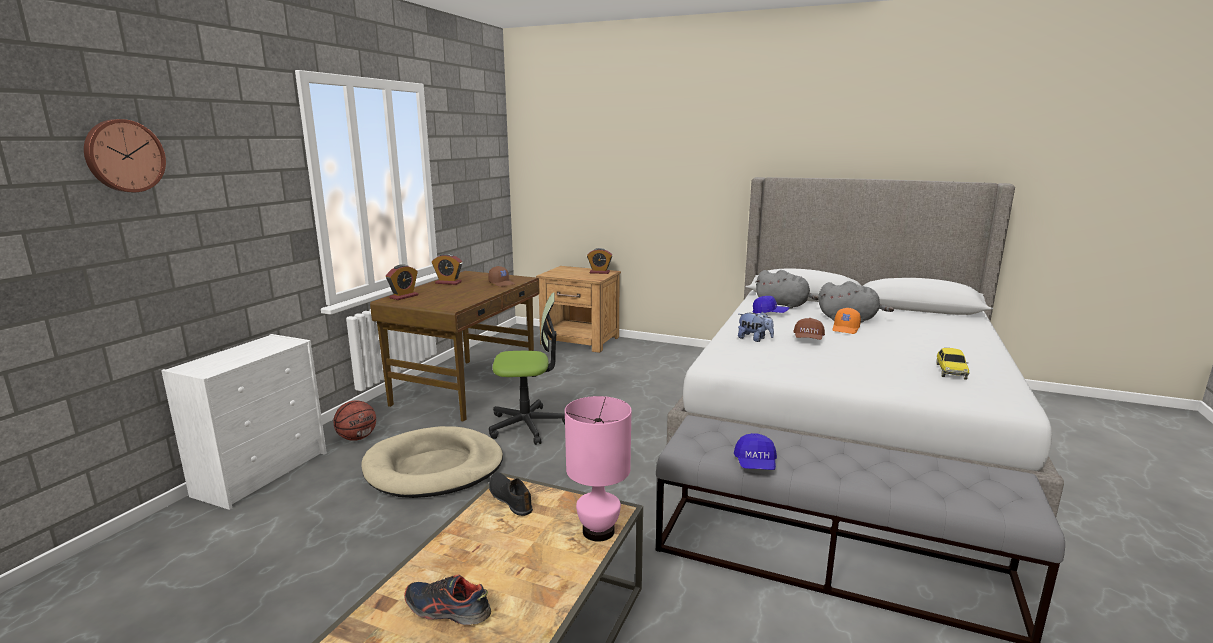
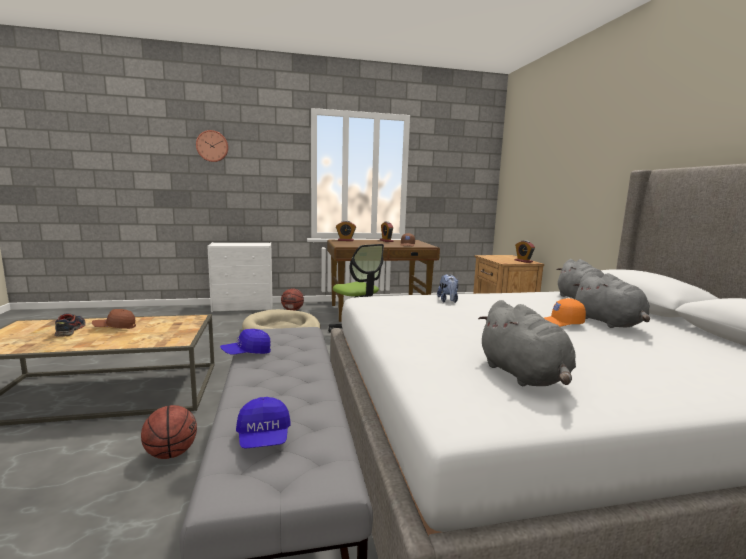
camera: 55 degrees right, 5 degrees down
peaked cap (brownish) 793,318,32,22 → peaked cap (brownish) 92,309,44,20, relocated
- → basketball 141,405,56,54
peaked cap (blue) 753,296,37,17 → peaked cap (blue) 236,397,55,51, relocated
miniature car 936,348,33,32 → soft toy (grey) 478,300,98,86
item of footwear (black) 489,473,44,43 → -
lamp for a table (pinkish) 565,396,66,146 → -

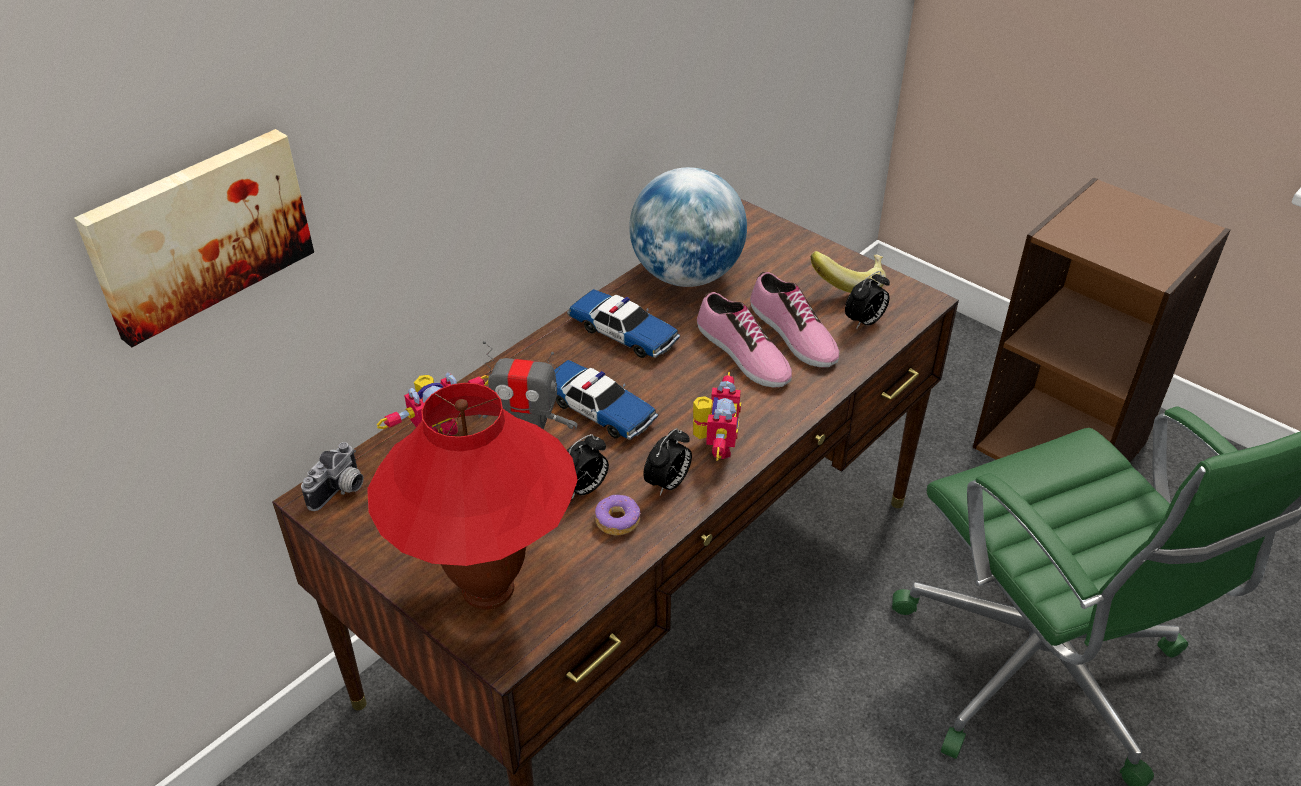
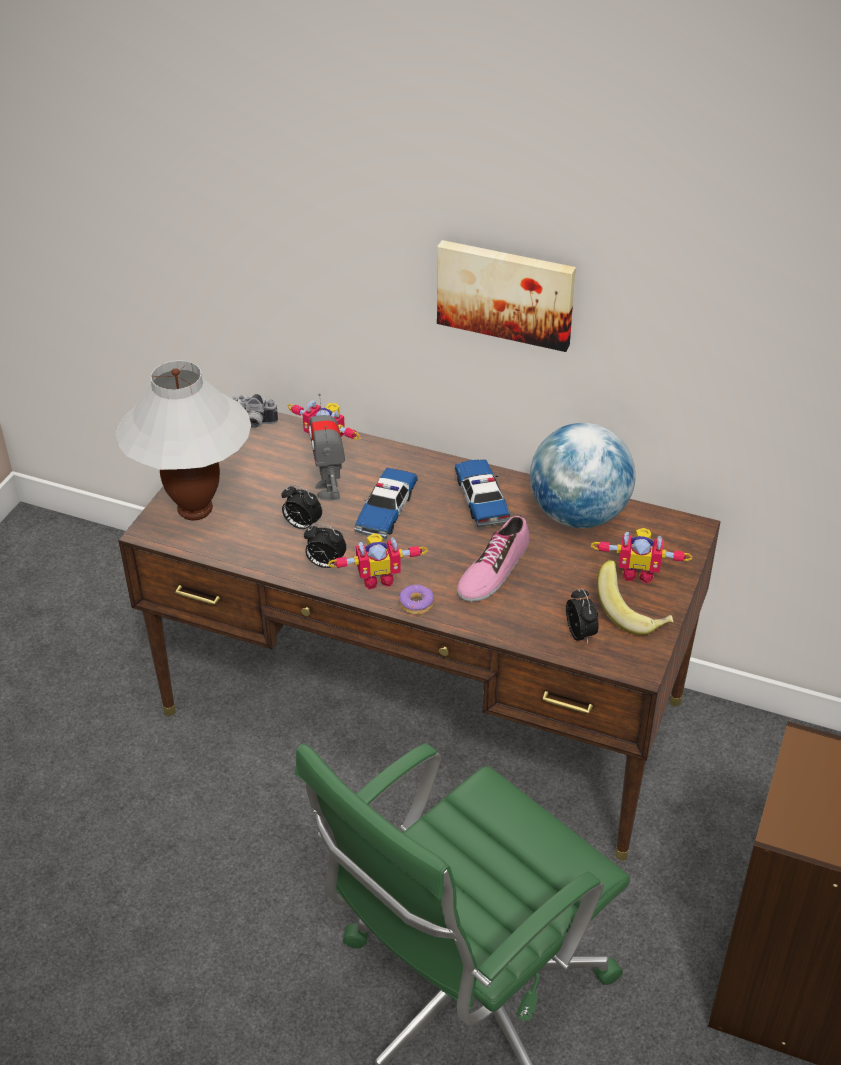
camera: 70 degrees right, 0 degrees up
lamp for a table (red-coloured) 367,383,211,227 → lamp for a table (white) 116,360,135,160
donut 595,495,46,41 → donut 399,585,35,30, relocated
picture 74,129,240,218 → picture 437,240,139,112, relocated
miniature car 567,289,113,69 → miniature car 454,459,57,68, 150 degrees clockwise
bedside clock 845,271,45,59 → bedside clock 566,588,33,56, 135 degrees counterclockwise
- → robot figure 591,528,102,56
item of footwear 750,272,89,95 → -

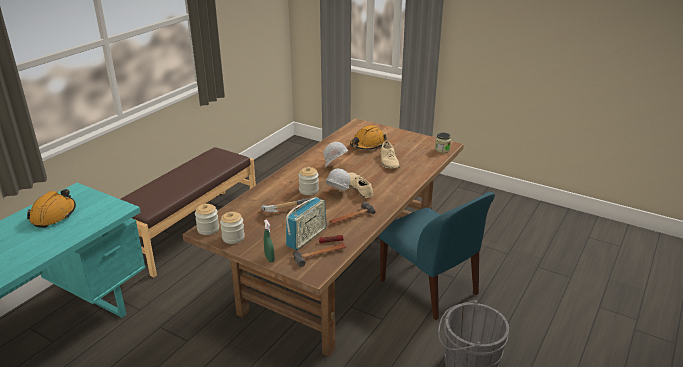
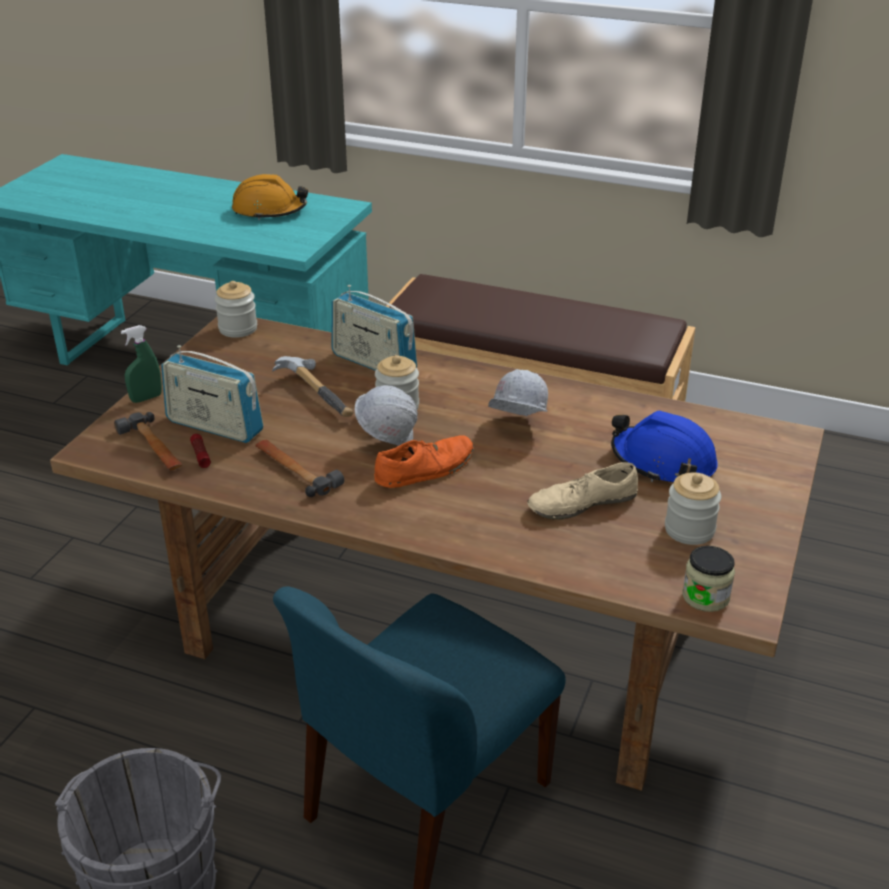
camera: 80 degrees right, 5 degrees up
- → radio 331,285,86,86
item of footwear (sand-coloured) 348,172,25,26 → item of footwear (orange-coloured) 374,435,100,53
work helmet (orange-coloured) 350,125,37,25 → work helmet (blue) 611,411,106,71
jar 220,212,25,32 → jar 665,472,56,73, relocated

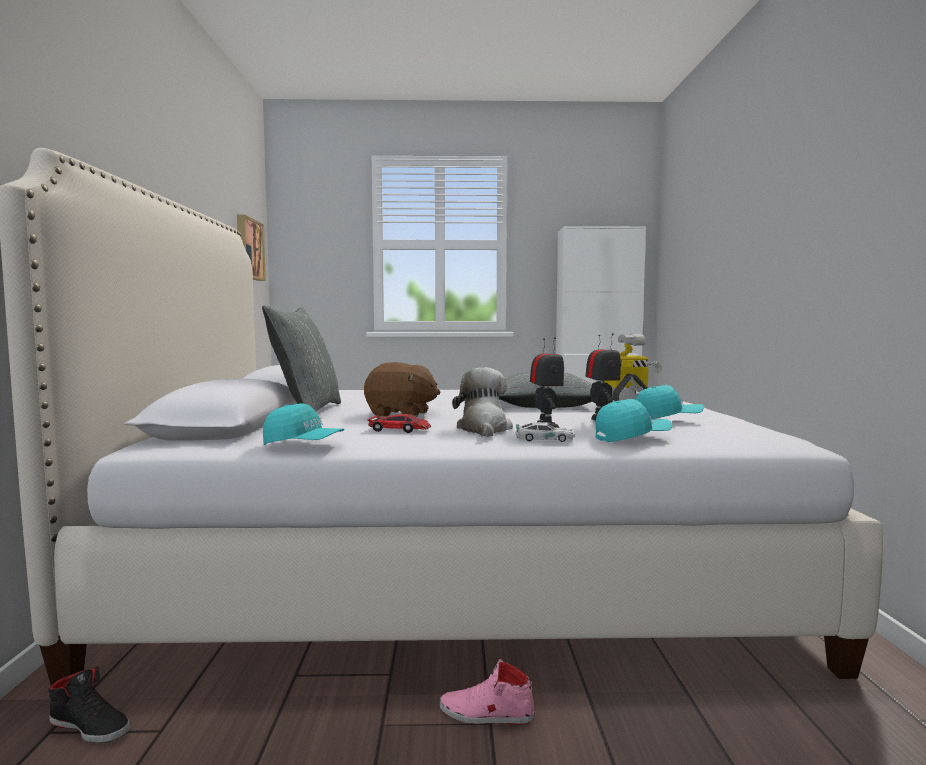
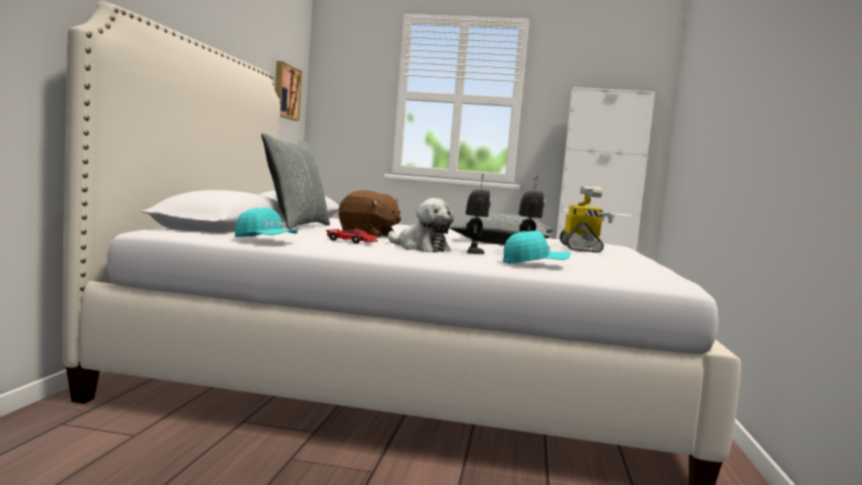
camera: 10 degrees right, 0 degrees up
soft toy 452,367,61,70 → soft toy 388,198,66,54, 120 degrees clockwise
item of footwear (black) 48,666,82,77 → -
item of footwear (pinkish) 439,659,96,66 → -
miniature car 515,422,60,20 → -
peaked cap (blue-green) 635,385,69,34 → -

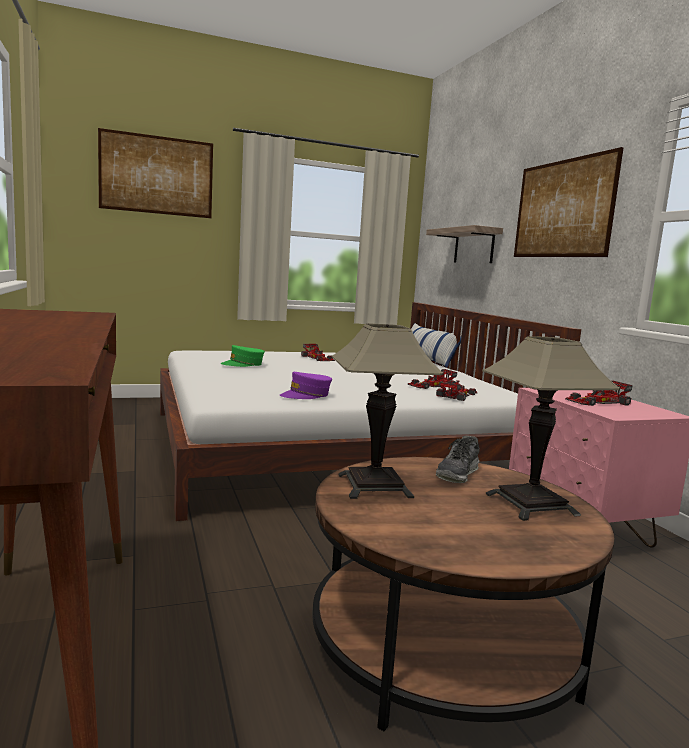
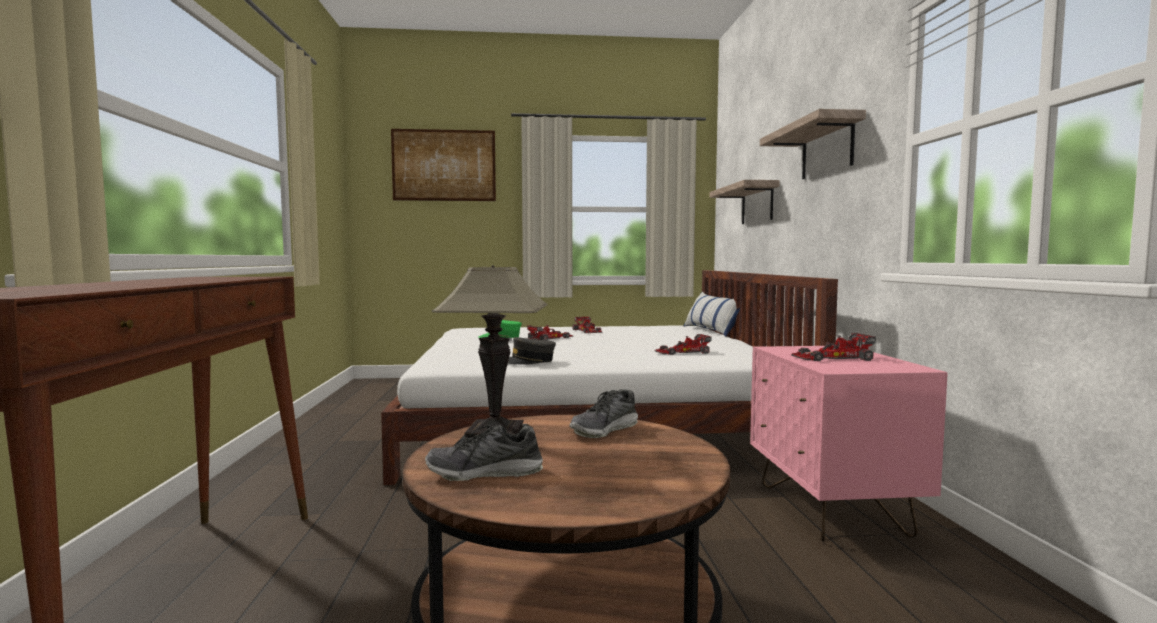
camera: 15 degrees right, 5 degrees down
- → item of footwear 425,425,118,56
peaked cap (purple) 280,372,52,27 → peaked cap (grey) 508,337,48,28
miniature car 436,380,42,21 → miniature car 527,325,46,15, relocated
picture 514,147,109,110 → wall shelf 760,109,106,70
lamp for a table 482,336,138,185 → -

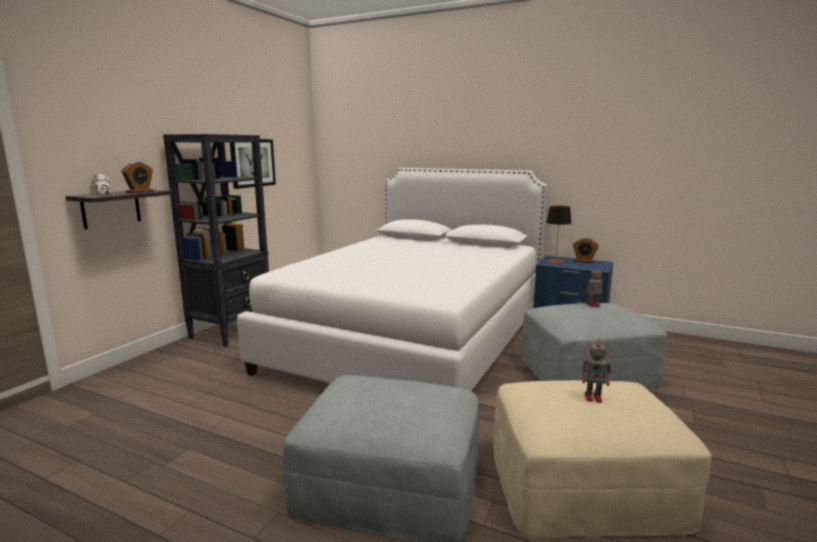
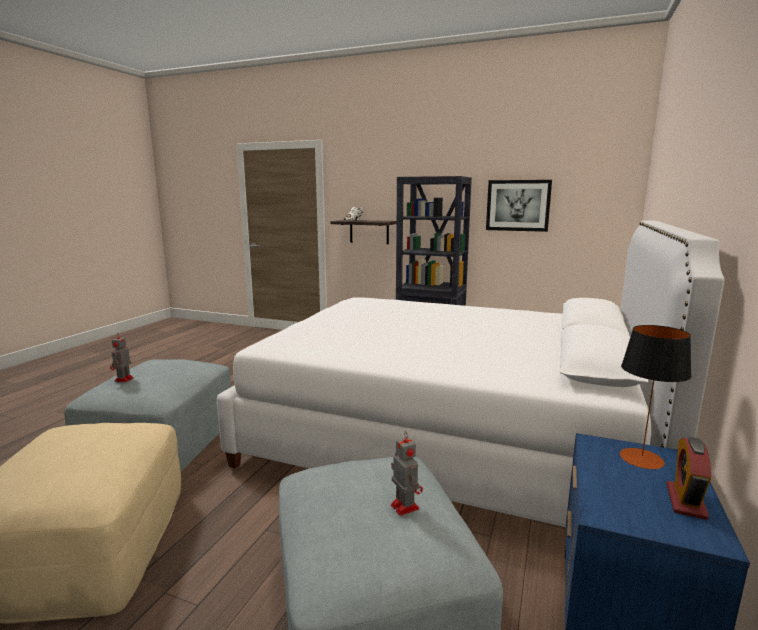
camera: 85 degrees right, 0 degrees up
robot figure 582,339,29,64 → robot figure 110,333,24,49, relocated
bedside clock 121,162,33,31 → -

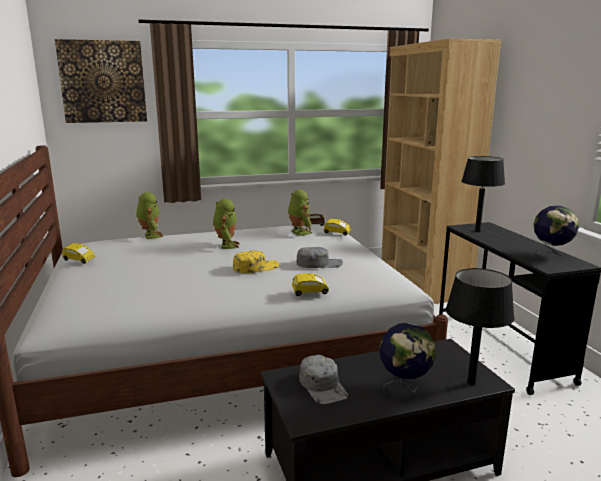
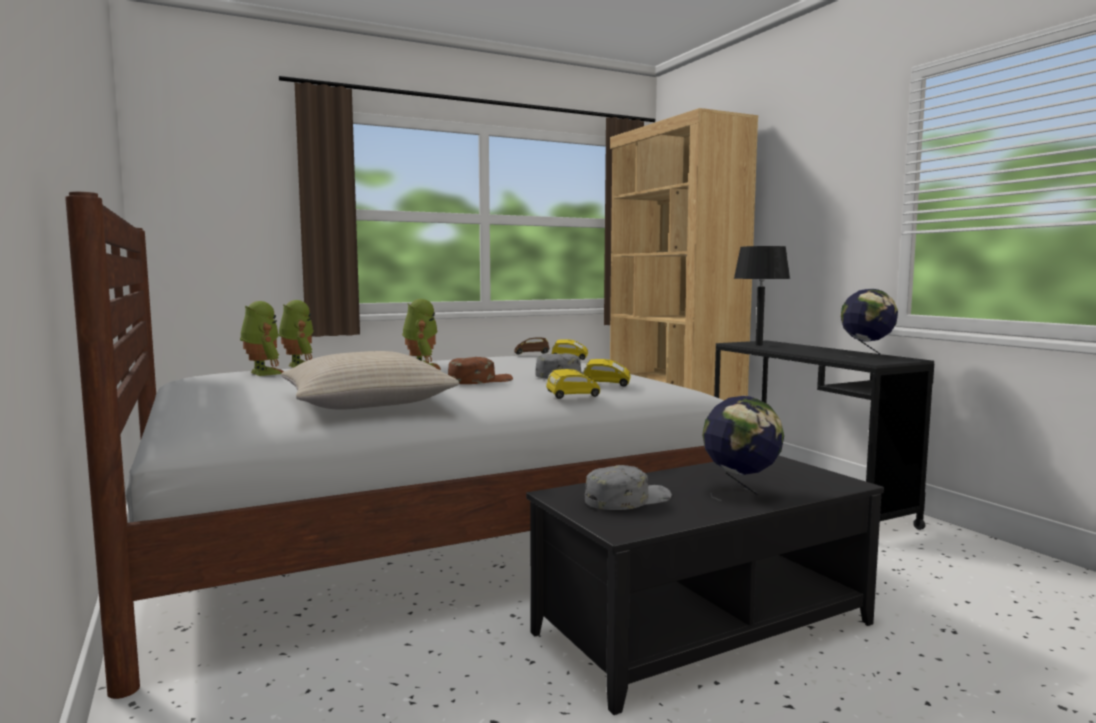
camera: 10 degrees left, 10 degrees down
robot figure 288,190,24,46 → robot figure 240,301,44,75, relocated
- → pillow (sand-coloured) 281,351,178,59
peaked cap (yellowish) 233,250,46,23 → peaked cap (brownish) 448,357,65,27
miniature car (yellowish) 62,243,33,21 → miniature car (yellowish) 584,359,47,28, relocated
peaked cap (grey) 299,355,49,49 → peaked cap (grey) 585,465,87,45, 90 degrees counterclockwise
picture 55,39,92,84 → -
lamp for a table (black) 446,268,69,117 → -

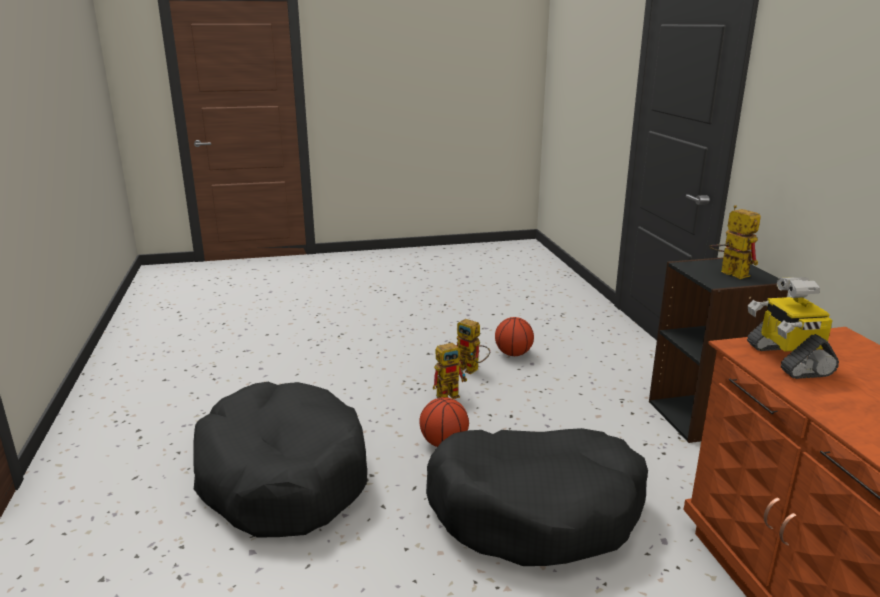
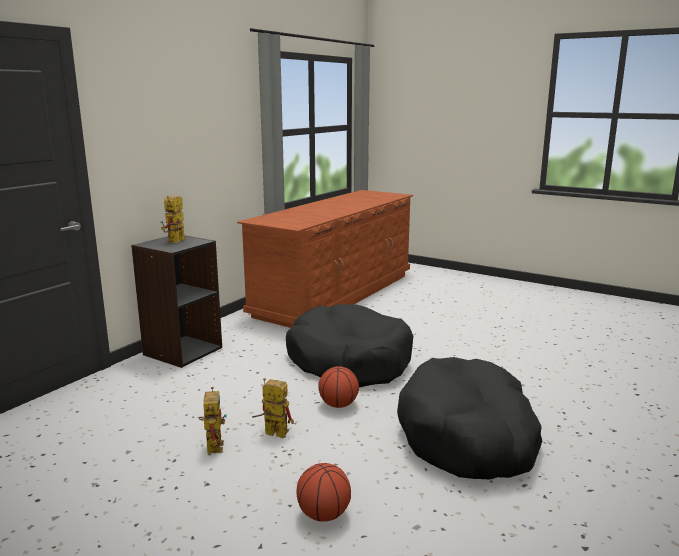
camera: 135 degrees left, 5 degrees down
basketball 495,317,39,39 → basketball 297,463,54,59, relocated
robot figure 747,277,92,102 → -

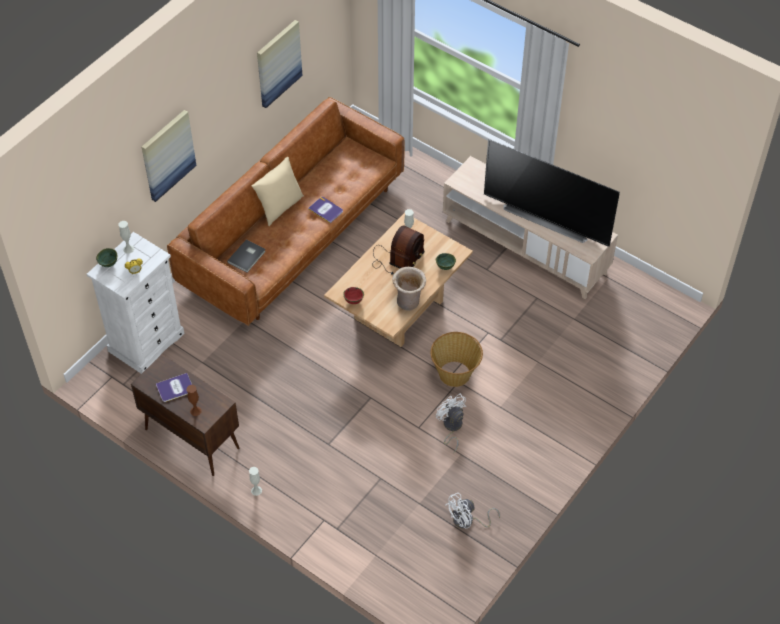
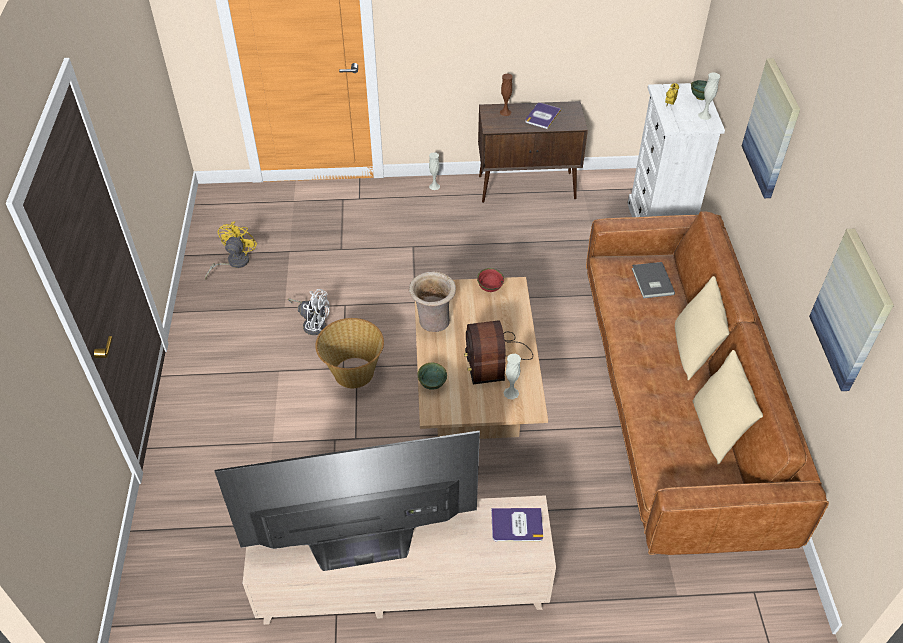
camera: 140 degrees right, 5 degrees down
fan (white) 445,493,55,35 → fan (yellowish) 205,222,52,57
bound book 308,197,35,26 → bound book 491,508,52,34, relocated
- → pillow (sand-coloured) 693,350,70,115

